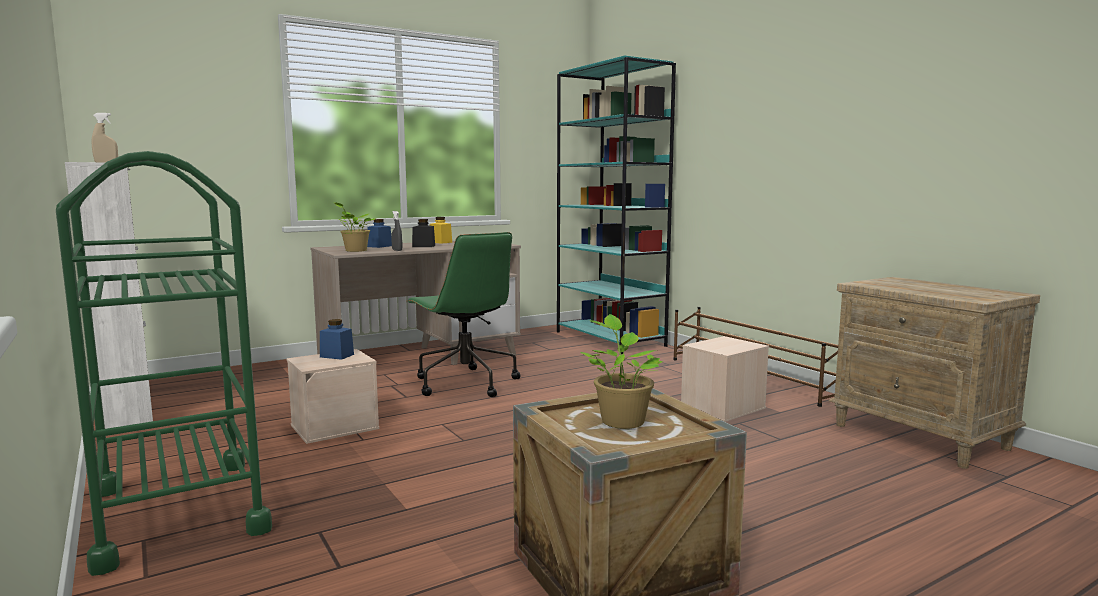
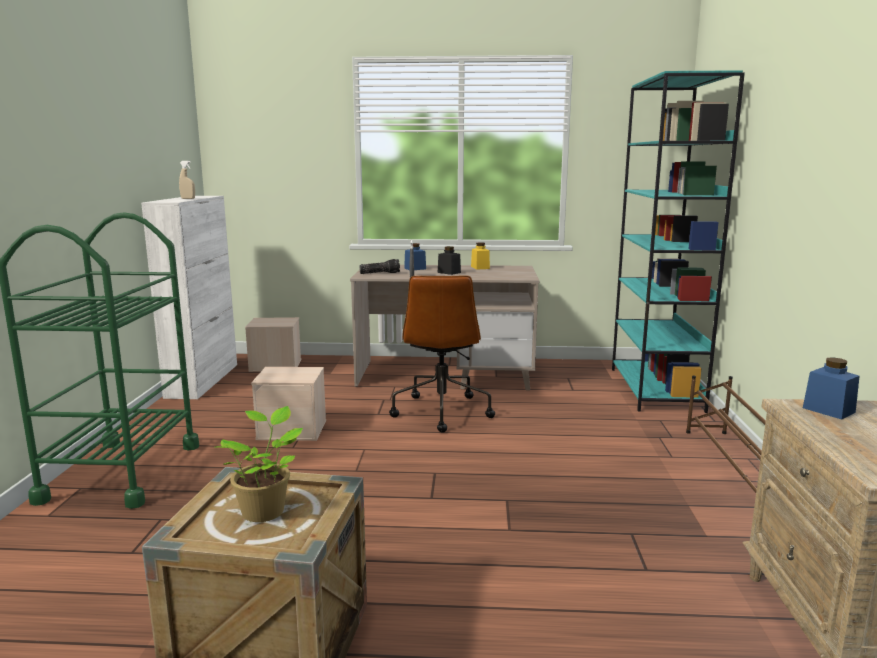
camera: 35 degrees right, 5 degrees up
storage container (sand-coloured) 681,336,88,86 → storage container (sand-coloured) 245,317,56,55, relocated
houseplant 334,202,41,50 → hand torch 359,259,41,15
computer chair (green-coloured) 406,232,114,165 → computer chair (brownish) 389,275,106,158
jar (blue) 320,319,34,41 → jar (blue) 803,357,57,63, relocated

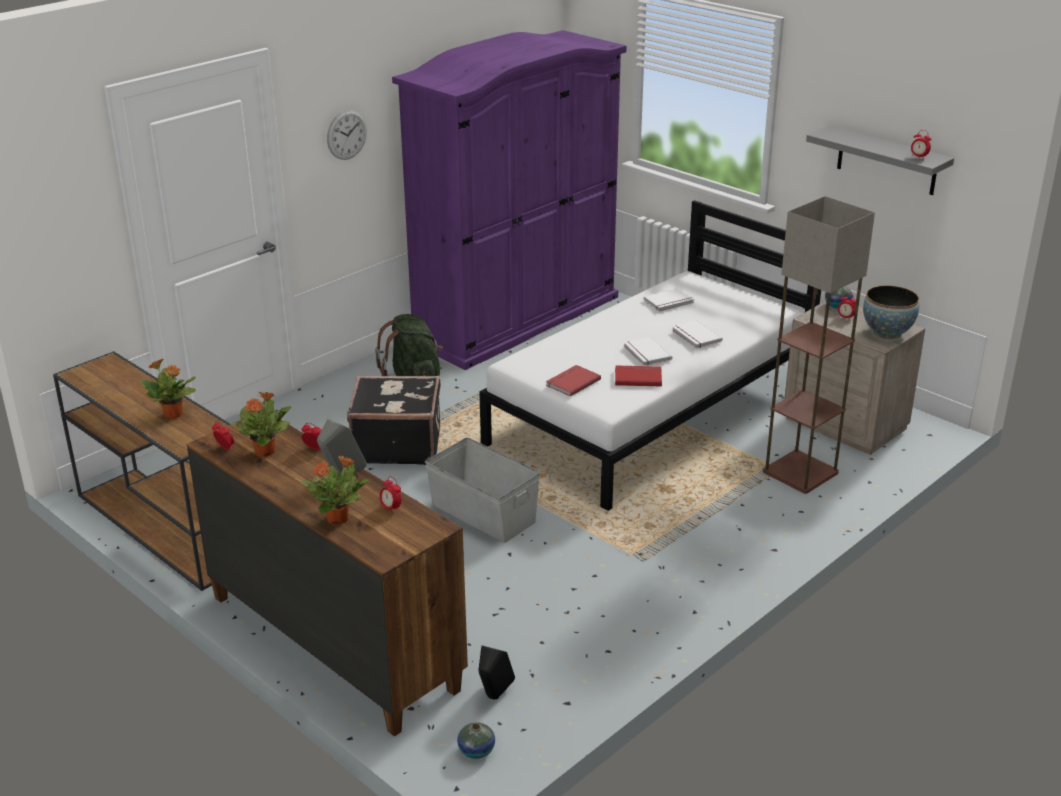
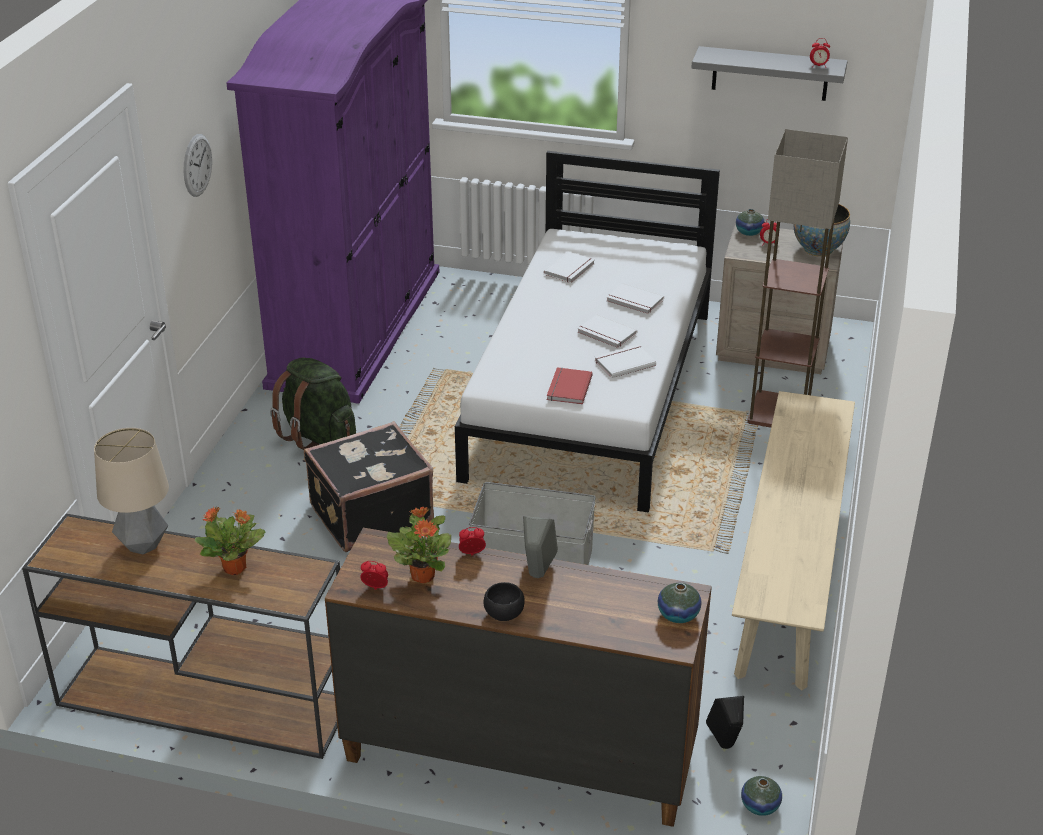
camera: 30 degrees left, 5 degrees up
- → lamp for a table 94,428,75,127
- → deep dish (black) 484,582,41,39
bound book (red-coloured) 615,365,47,21 → bound book (white) 595,345,61,33
- → decorative vase 658,583,43,40
- → indoor bench (sand-coloured) 732,391,123,300
houseplant 300,456,69,69 → -
bedside clock 380,477,21,37 → -

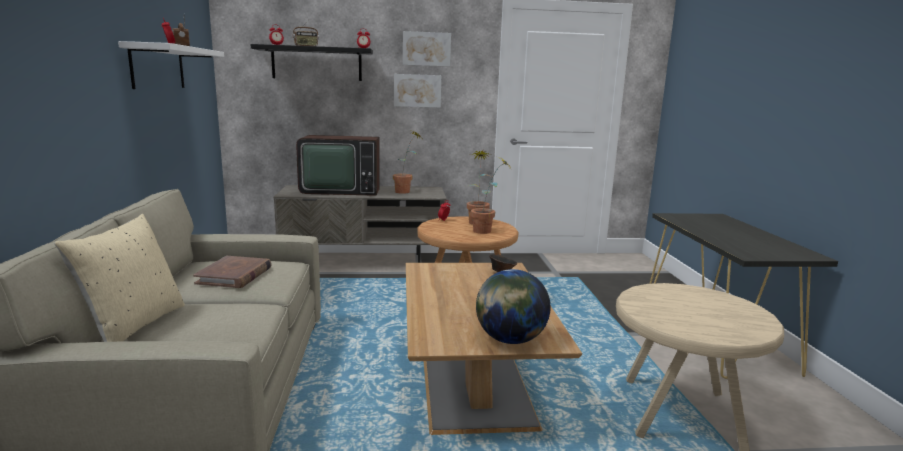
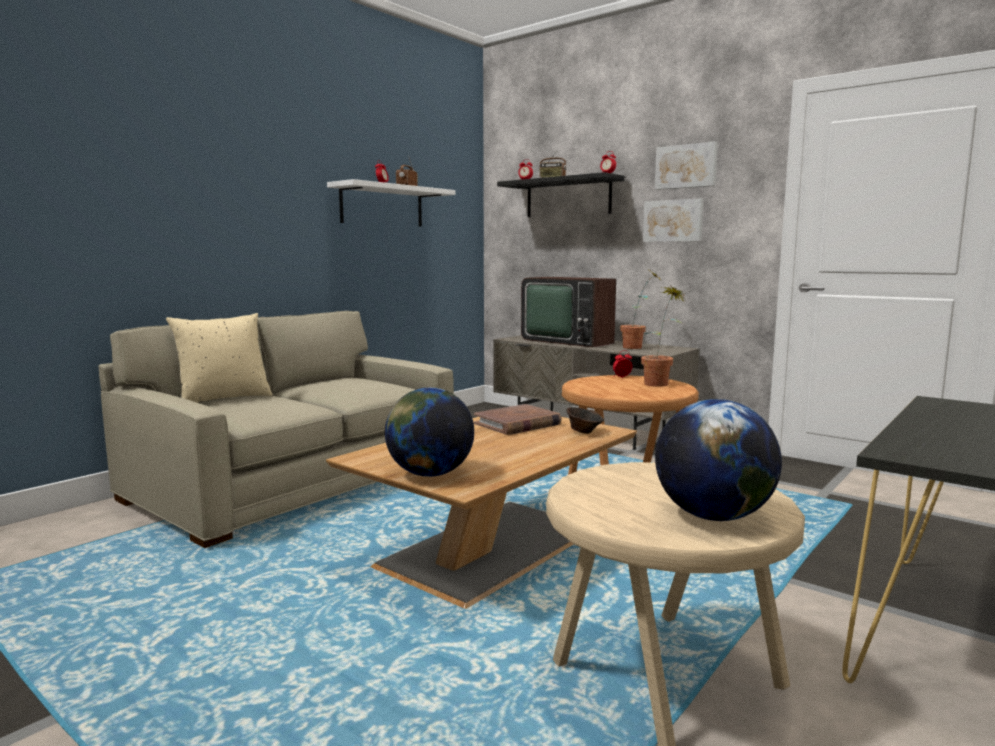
camera: 45 degrees right, 5 degrees down
bound book (brownish) 193,256,79,32 → bound book (brownish) 474,404,87,31, relocated
- → world globe 655,399,127,122
houseplant 471,157,40,77 → -

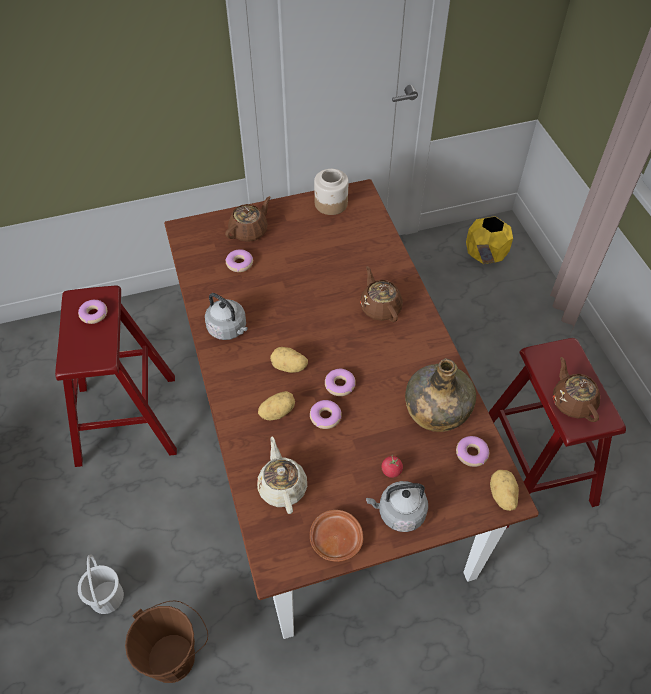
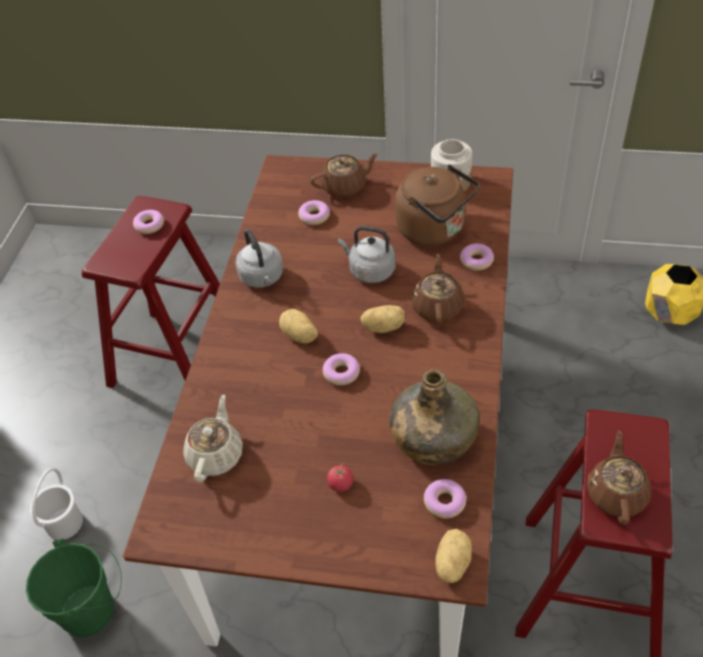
camera: 30 degrees right, 5 degrees down
bucket (brownish) 125,601,83,82 → bucket (green-coloured) 26,538,96,99
kettle (grey) 366,481,62,51 → kettle (grey) 338,226,58,57, relocated
spud 258,391,37,29 → spud 361,305,44,28, relocated
- → kettle (brownish) 395,164,85,82
donut 310,400,32,29 → donut 460,243,34,28, relocated
plate (brownish) 310,510,53,52 → -

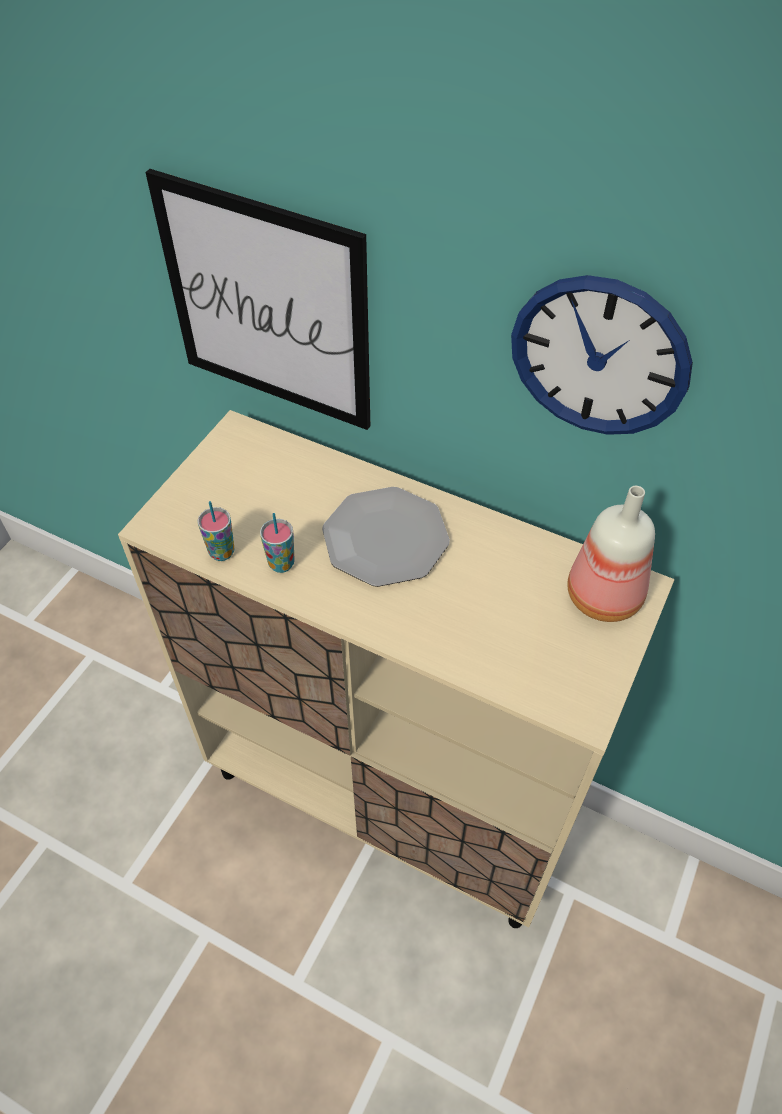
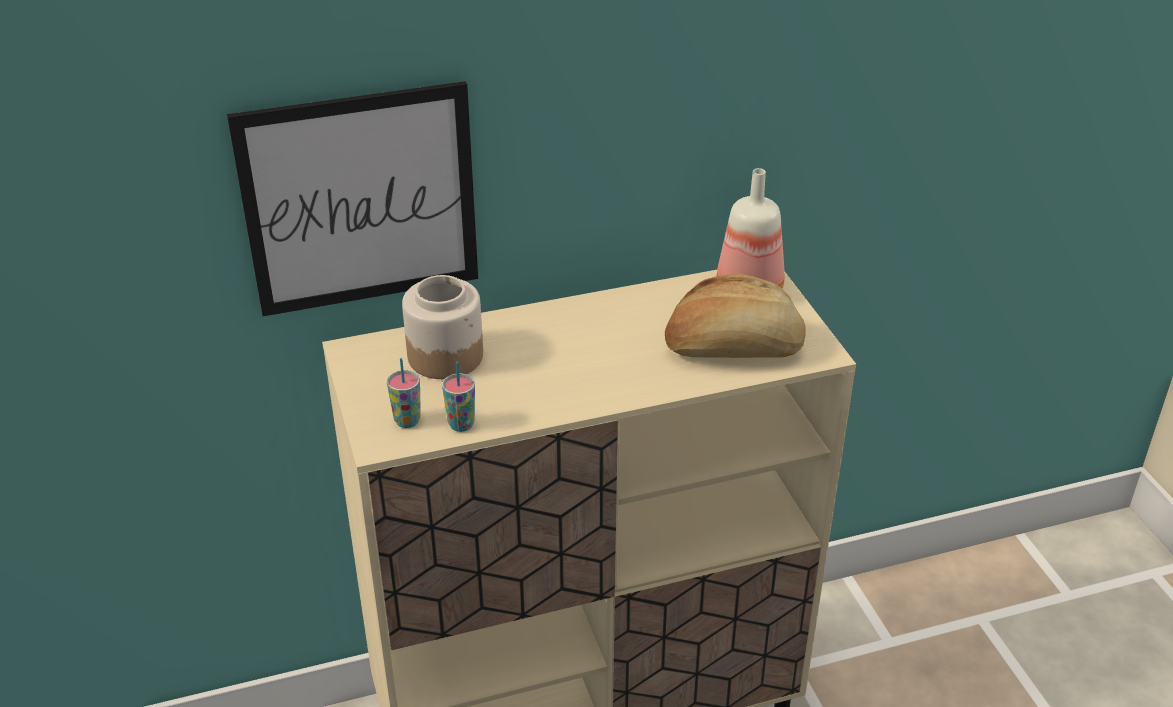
camera: 45 degrees left, 15 degrees down
cup 260,513,35,60 → cup 387,358,34,70, relocated
- → jar 402,275,81,104
- → bakery bread 665,274,141,84
plate 322,487,128,100 → -
wall clock 511,275,182,160 → -

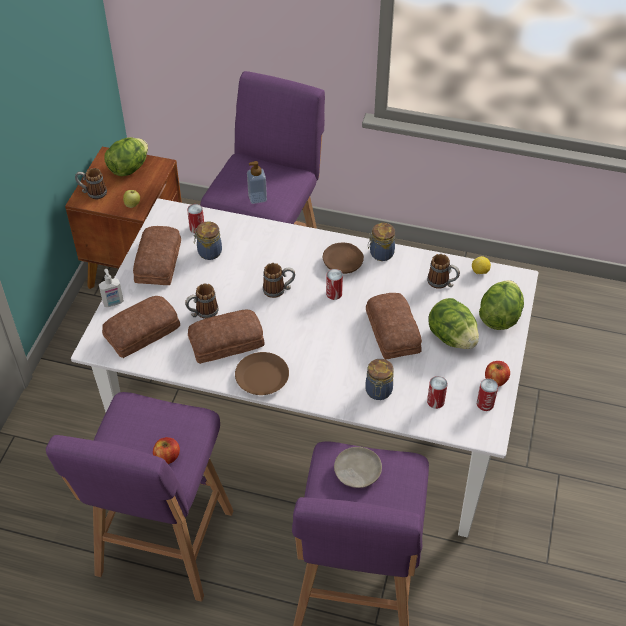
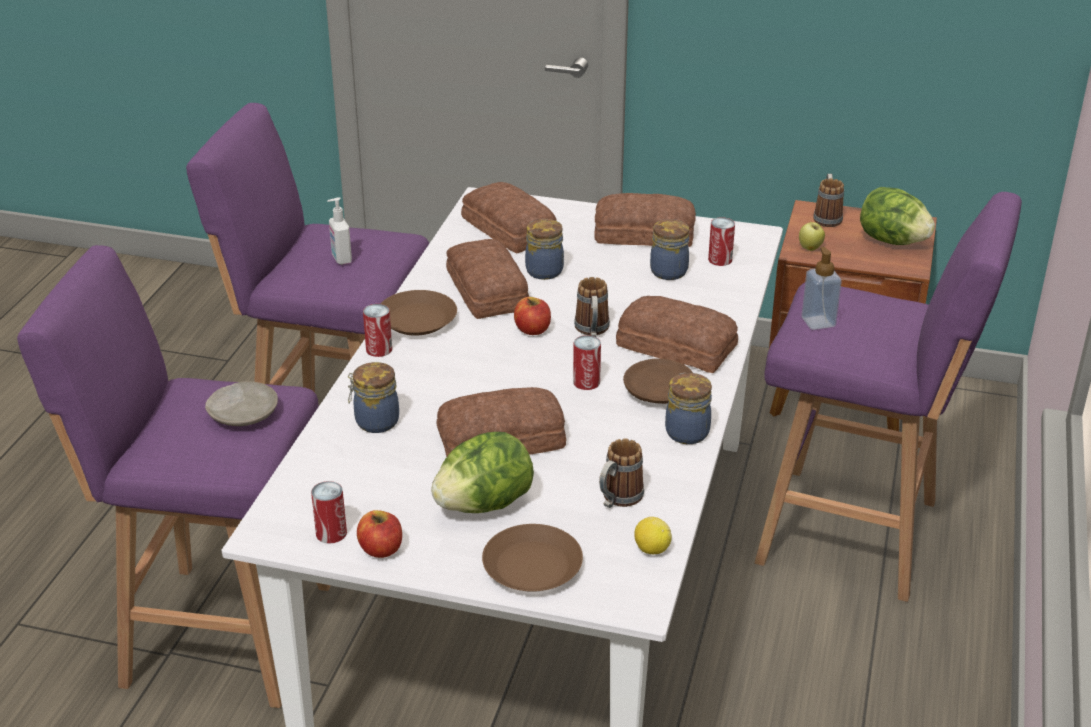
camera: 90 degrees right, 15 degrees down
soap dispenser 99,269,25,38 → soap dispenser 327,197,25,68, relocated
metal can 427,376,21,33 → metal can 363,304,29,53, relocated
lettuce 479,280,45,50 → plate (brownish) 482,524,101,68
apple fruit 153,437,27,27 → apple fruit 514,297,37,38, relocated
coffee mug 185,283,34,36 → jar 525,219,39,61
- → bakery bread 616,296,122,77

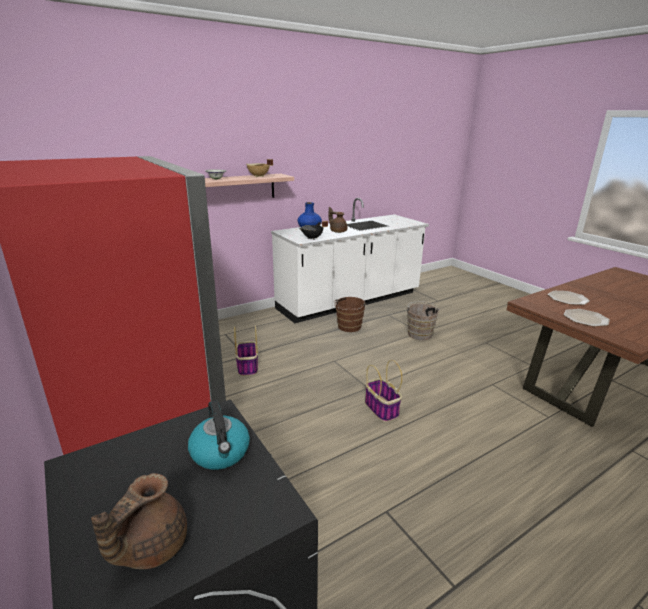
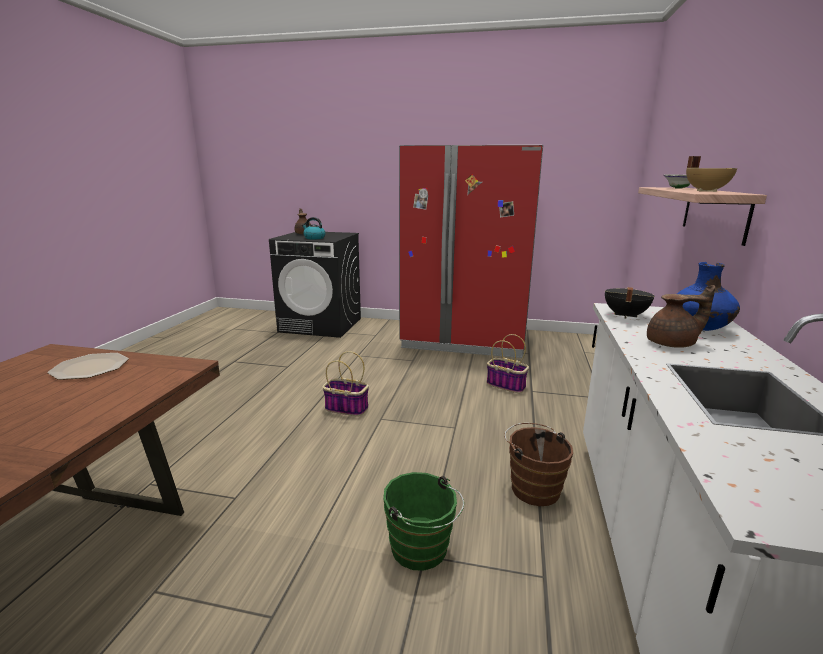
camera: 135 degrees right, 5 degrees down
bucket (brownish) 406,301,34,39 → bucket (green-coloured) 383,472,81,99
plate 548,291,42,14 → -

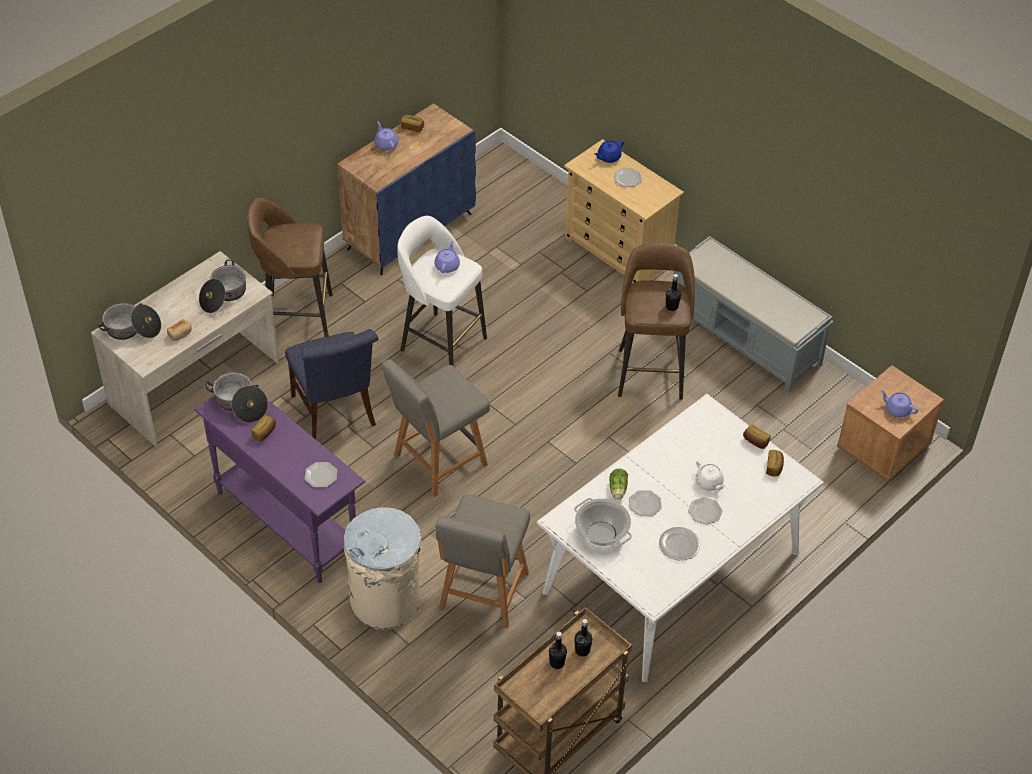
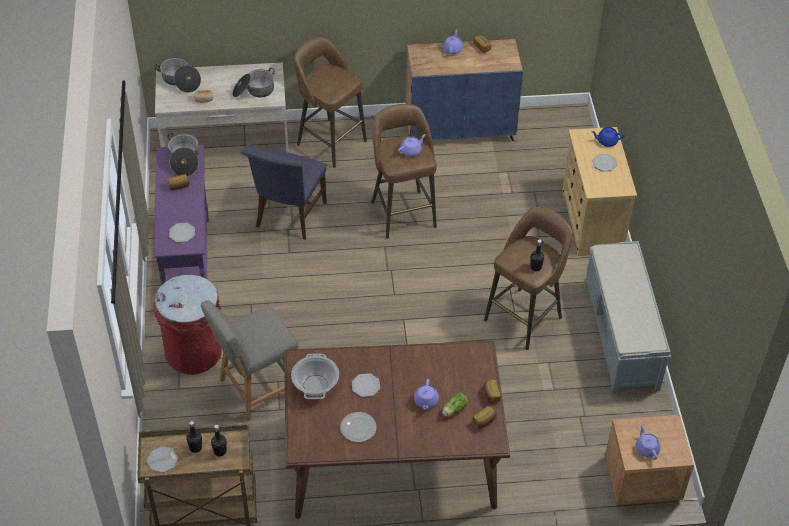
camera: 40 degrees right, 0 degrees up
plate 688,497,34,28 → plate 147,446,31,27, relocated
waste bin (sand-coloured) 344,507,78,123 → waste bin (red-coloured) 153,275,69,100
dining table (white) 537,394,287,288 → dining table (brownish) 284,341,226,178
stool seat (white) 397,216,90,150 → stool seat (brownish) 371,104,66,135
pot for tea (white) 695,460,31,31 → pot for tea (purple) 414,379,25,31
lettuce 609,468,19,32 → lettuce 442,393,26,24, relocated
upright chair (grey) 382,359,108,138 → -

